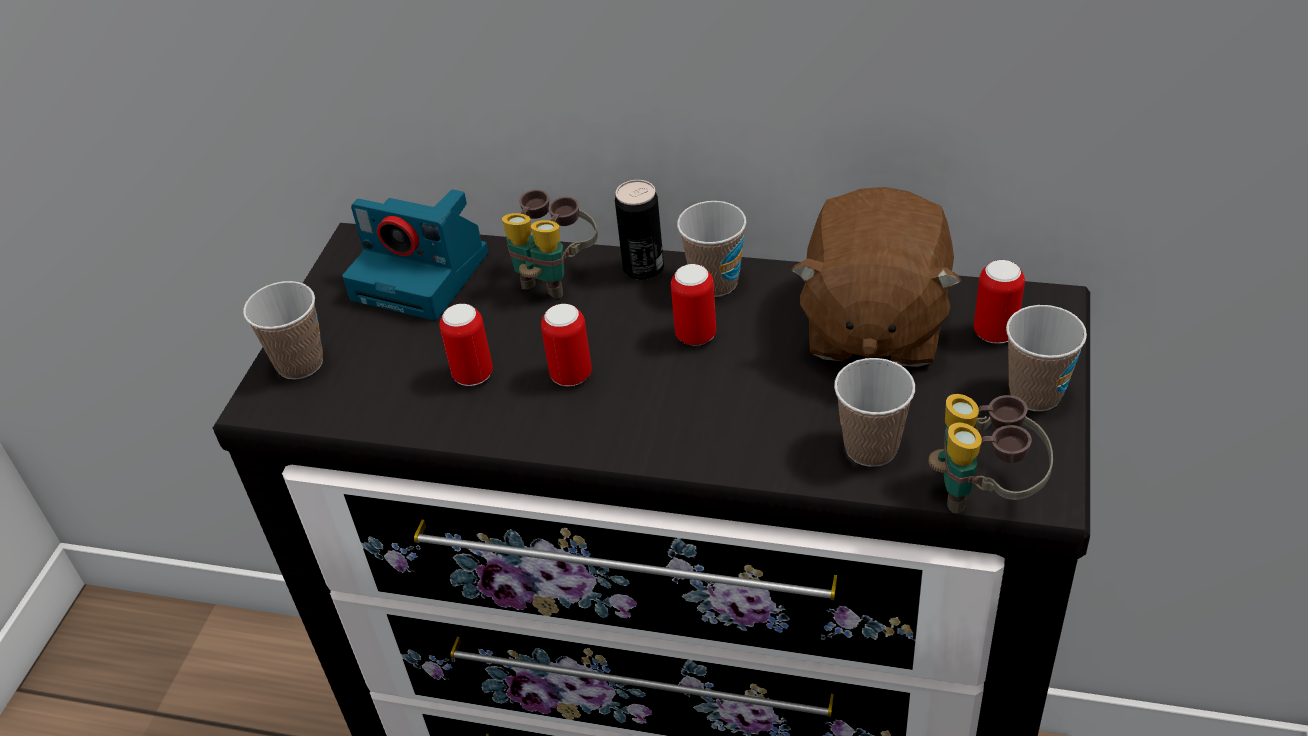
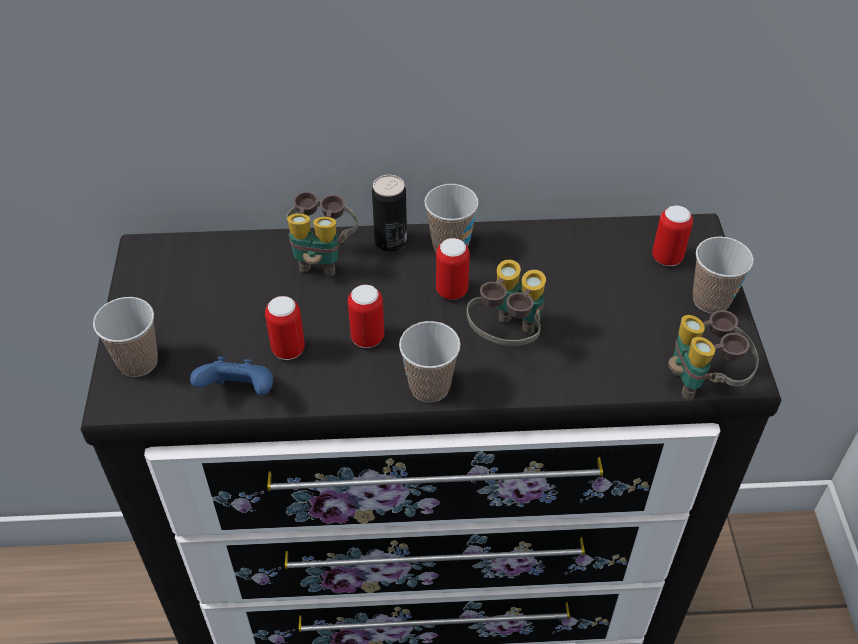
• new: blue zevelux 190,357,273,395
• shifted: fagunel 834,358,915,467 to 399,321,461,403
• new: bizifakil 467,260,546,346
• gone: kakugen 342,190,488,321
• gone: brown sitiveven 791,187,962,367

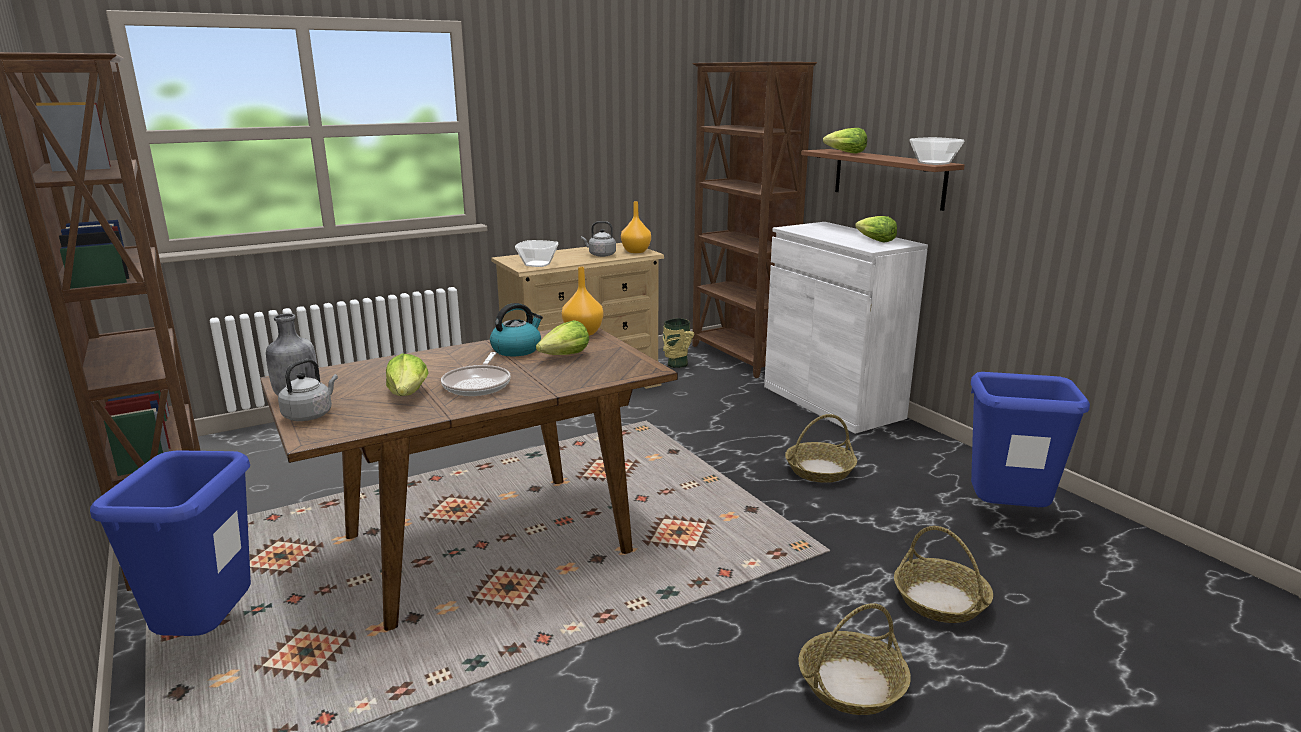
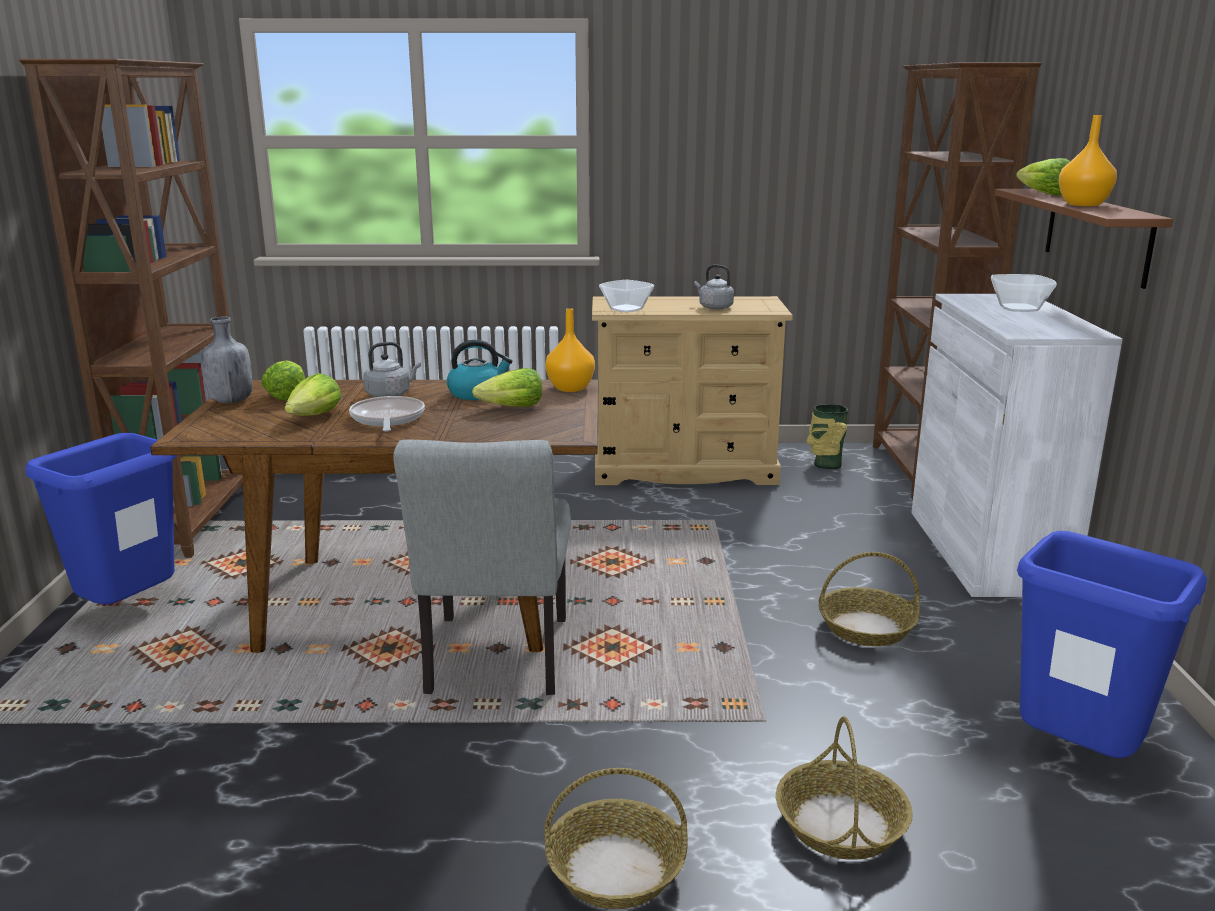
• shifted: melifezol 855,216,897,242 to 261,361,305,401
• rotated: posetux 441,352,511,396 = 349,396,425,432 135 degrees clockwise
• shifted: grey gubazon 278,359,338,421 to 363,342,421,397
• new: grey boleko 393,440,571,695
• shifted: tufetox 910,137,964,165 to 991,274,1057,312
• shifted: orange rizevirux 621,201,651,253 to 1059,115,1117,206

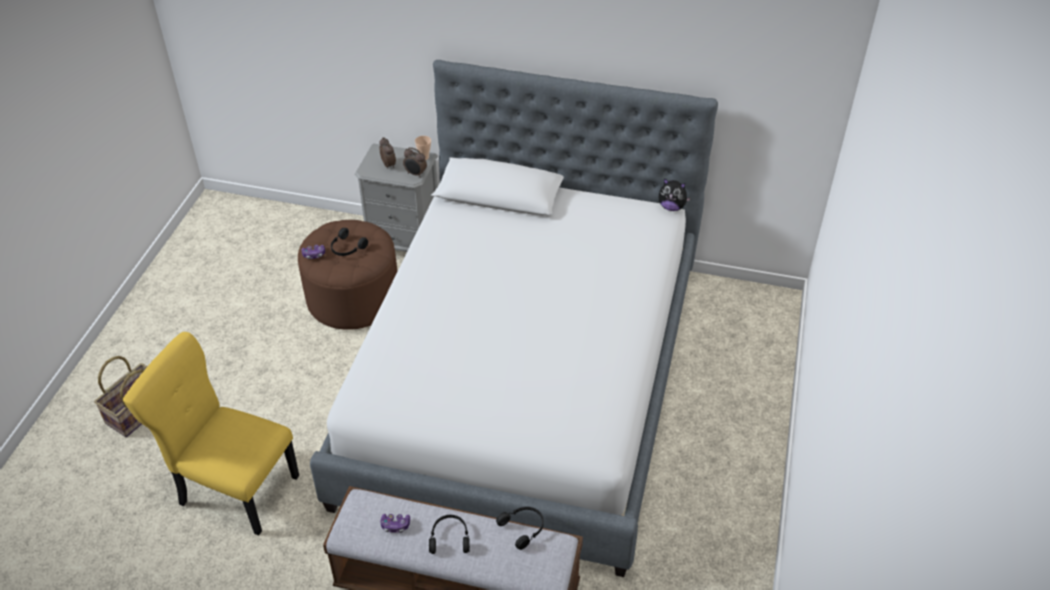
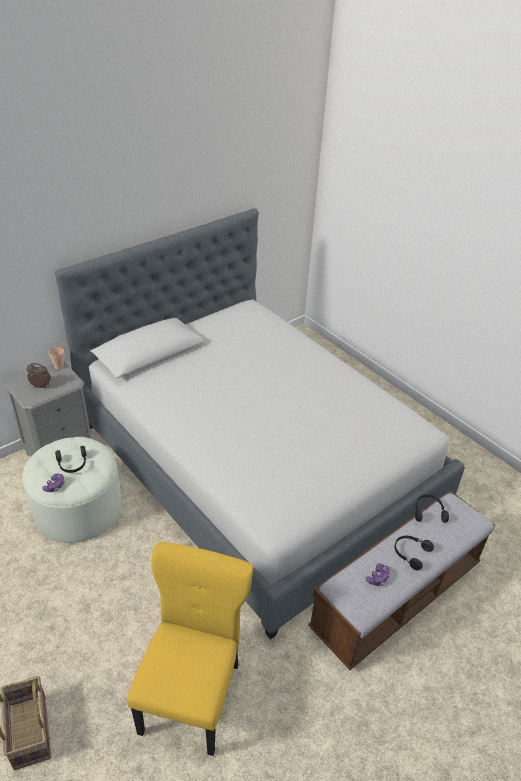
• repainted: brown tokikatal 298,220,398,330 to white tokikatal 22,437,122,543
• rotated: yellow boleko 123,332,299,536 = 128,542,253,756 135 degrees clockwise
• gone: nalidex 403,147,427,178
• gone: sitiveven 659,178,691,211

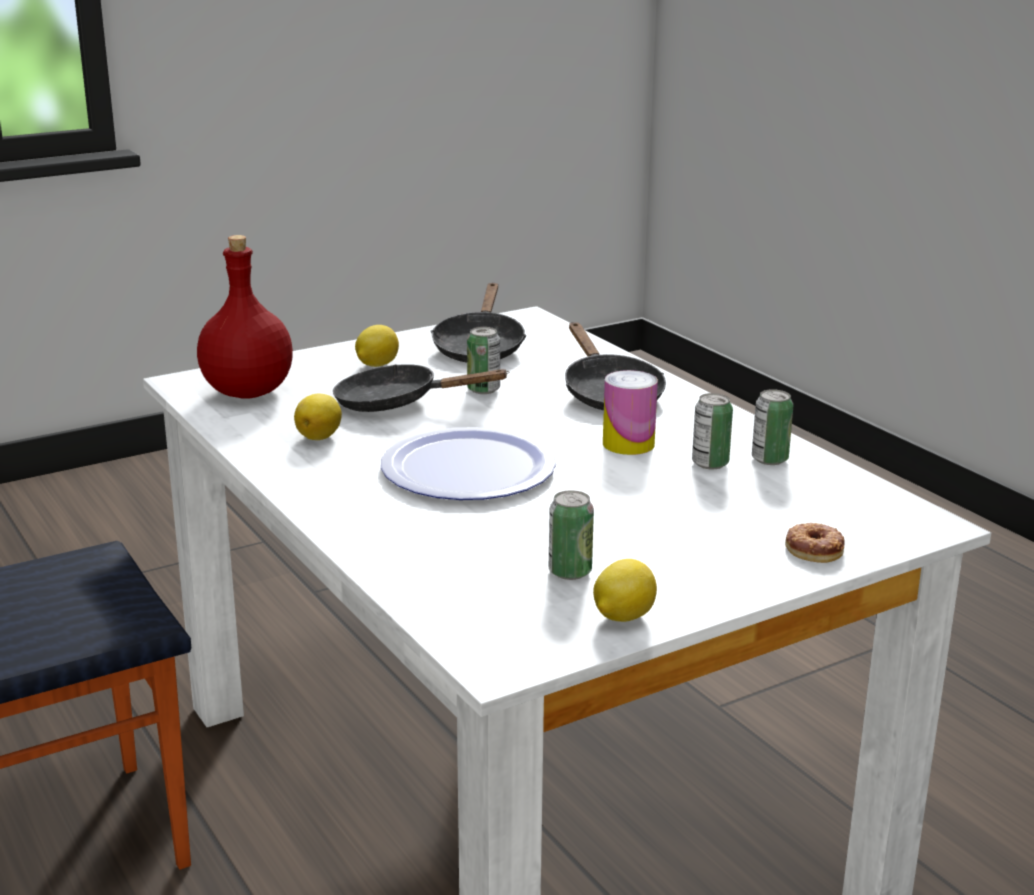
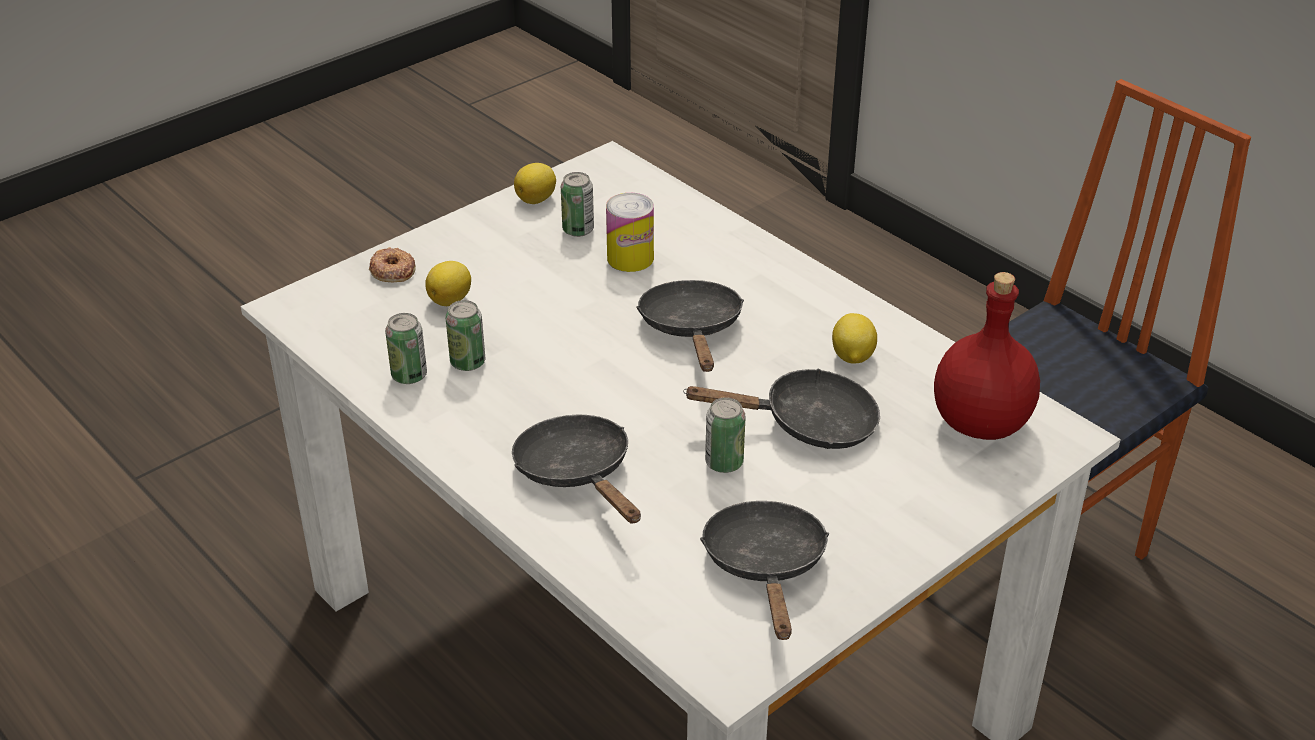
• shifted: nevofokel 355,325,399,367 to 425,261,471,306
• shifted: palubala 603,370,658,455 to 606,193,654,272
• swapped: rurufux 381,427,556,500 to black posetux 636,280,744,372

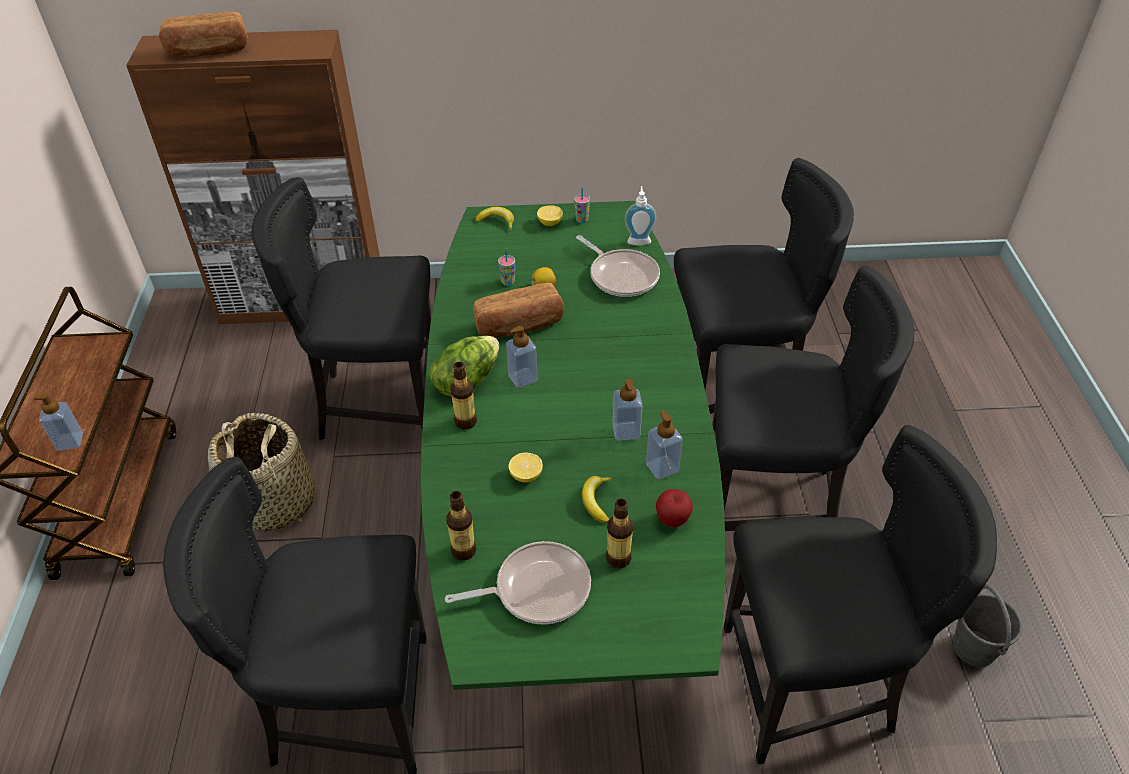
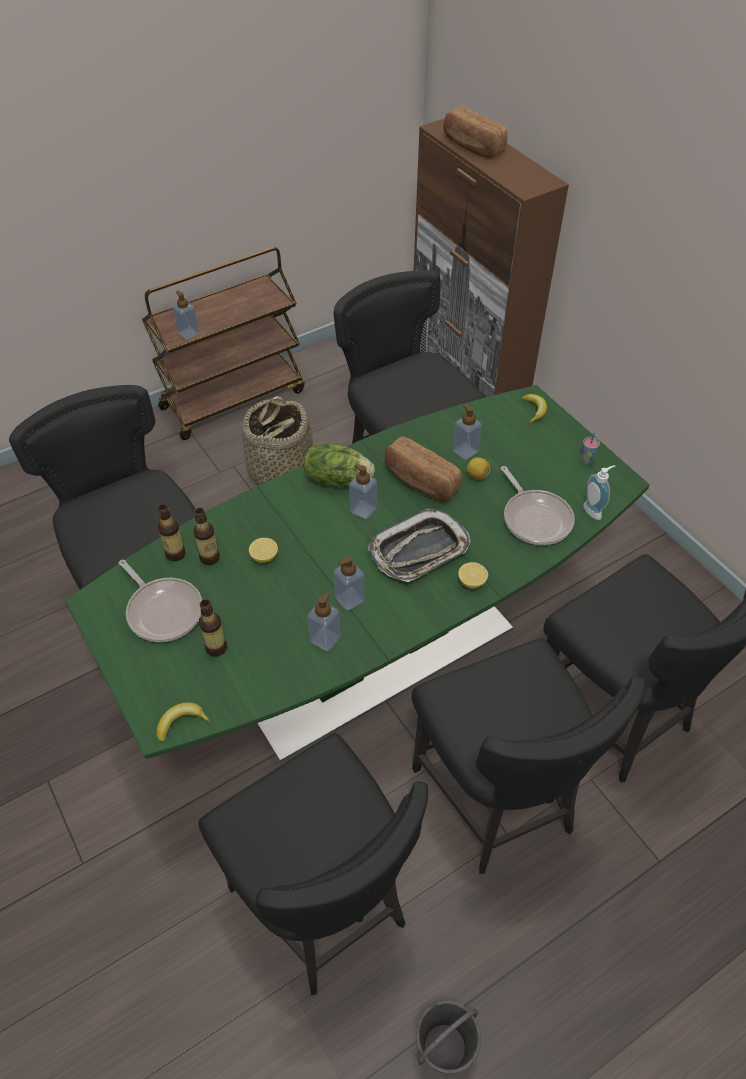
• shifted: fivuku 582,476,612,523 to 157,702,211,742
• shifted: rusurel 450,362,477,430 to 193,508,220,565
• new: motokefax 368,509,471,582
• swapped: fagunel 498,249,515,286 to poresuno 452,404,482,460
• shifted: nevofokel 537,205,563,226 to 458,562,488,589
• rotated: posetux 576,235,660,297 = 501,466,575,545 45 degrees counterclockwise
• gone: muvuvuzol 656,489,693,528

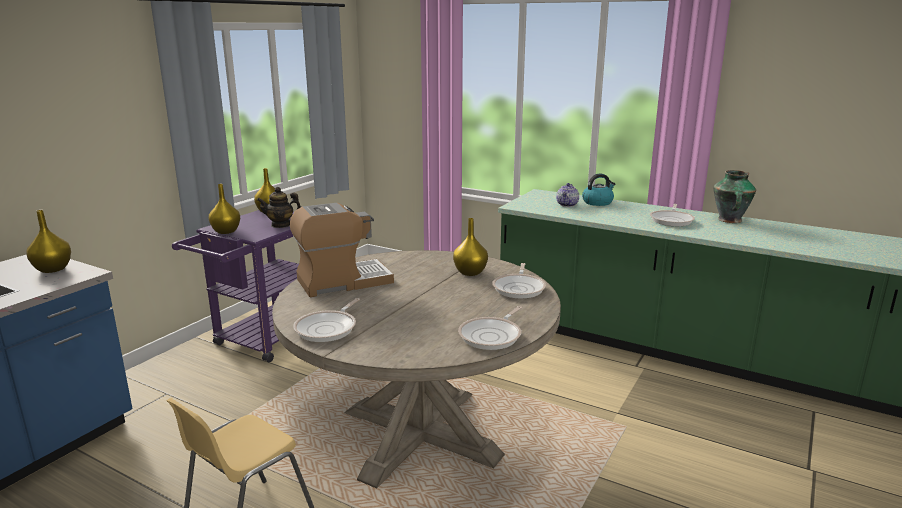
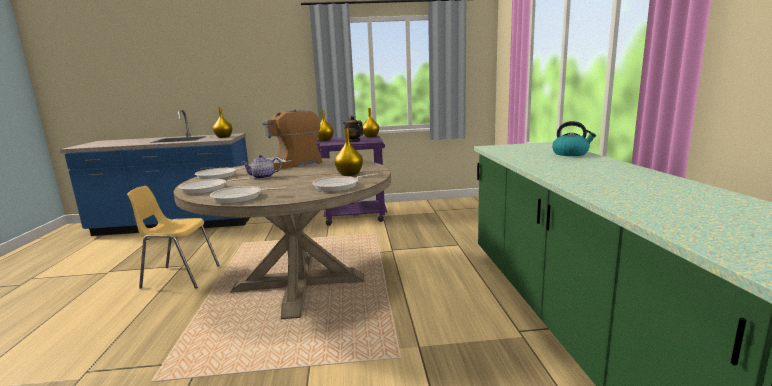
• shifted: posetux 650,204,695,226 to 178,178,250,194
• shifted: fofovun 556,183,579,207 to 241,155,282,179
• rotated: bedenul 290,203,394,297 = 262,109,322,170 120 degrees clockwise
• gone: rizevirux 713,170,756,223

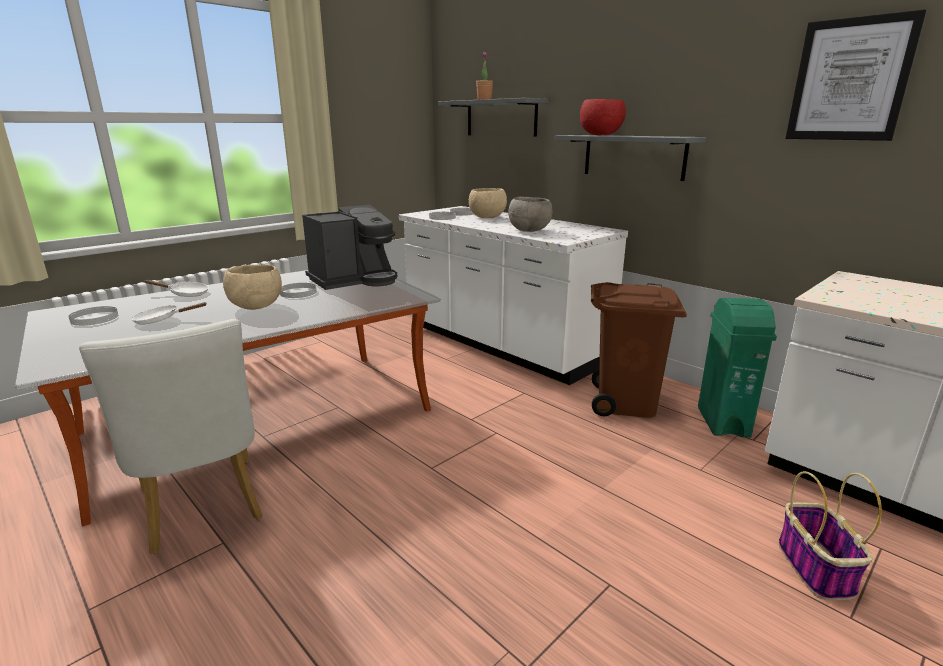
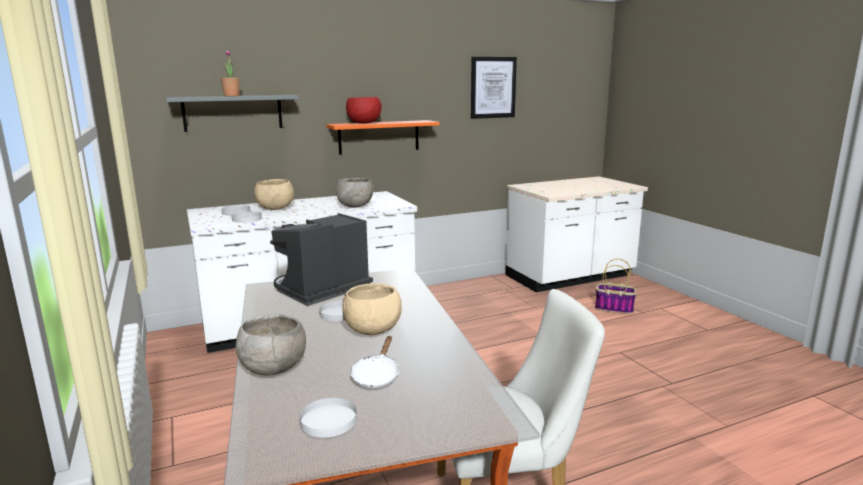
• swapped: white posetux 145,280,209,297 to grey tufetox 236,314,306,376
• rotated: bedenul 302,205,397,290 = 270,213,373,306 120 degrees counterclockwise
• repainted: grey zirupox 554,135,706,181 to orange zirupox 326,120,440,155
• gone: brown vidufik 591,282,687,418
• gone: green vidufik 698,298,777,438

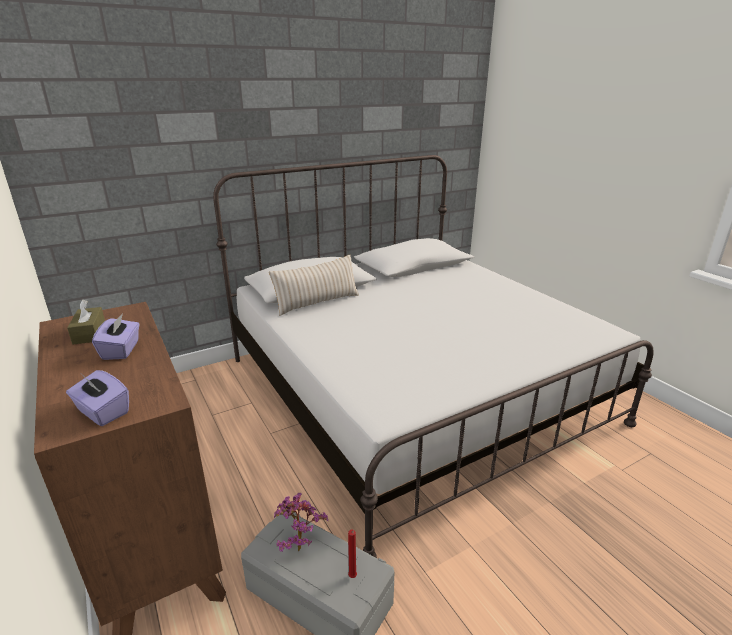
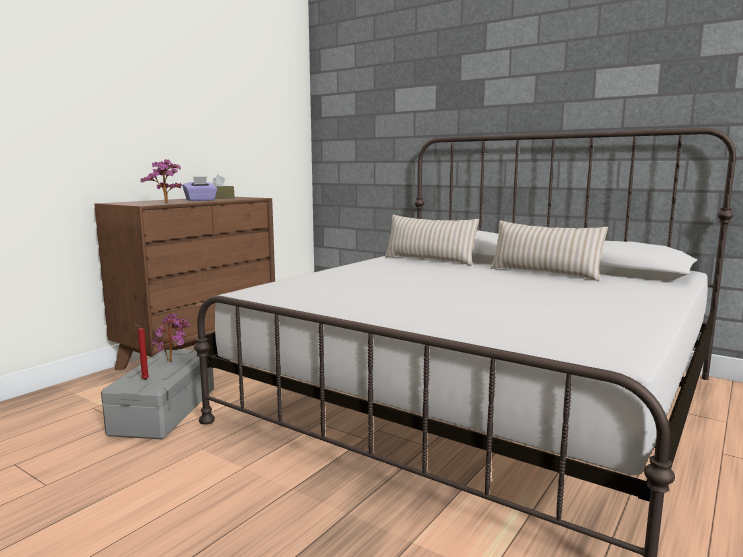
• new: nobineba 141,159,182,203
• new: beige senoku 490,220,608,281
• gone: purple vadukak 66,370,129,426

